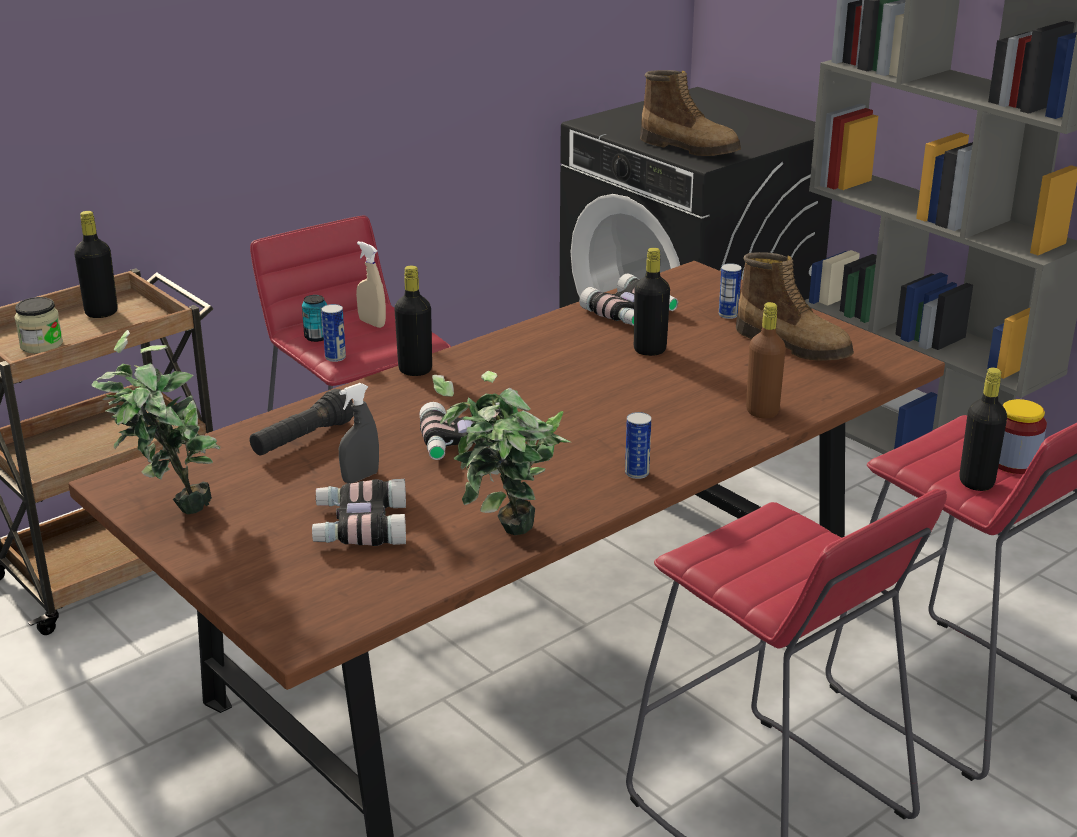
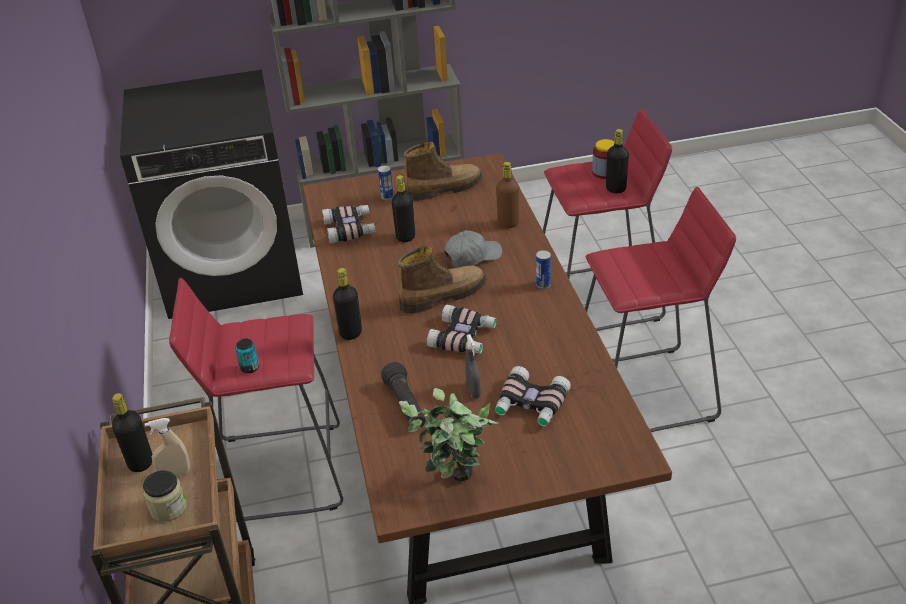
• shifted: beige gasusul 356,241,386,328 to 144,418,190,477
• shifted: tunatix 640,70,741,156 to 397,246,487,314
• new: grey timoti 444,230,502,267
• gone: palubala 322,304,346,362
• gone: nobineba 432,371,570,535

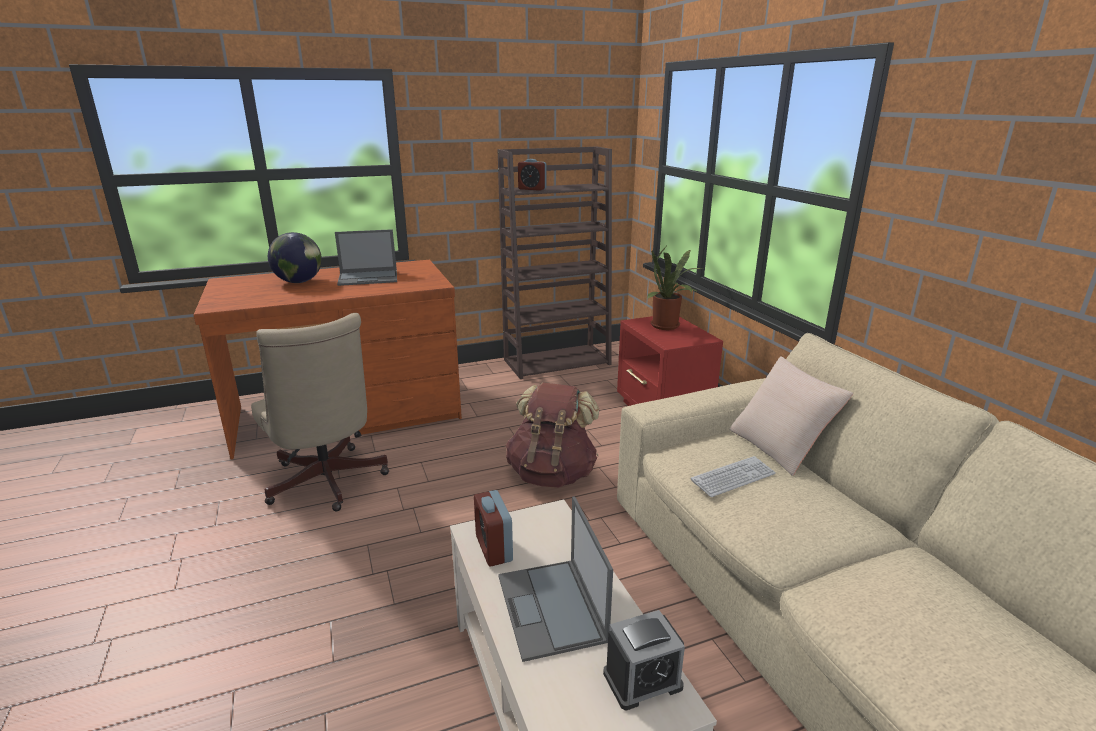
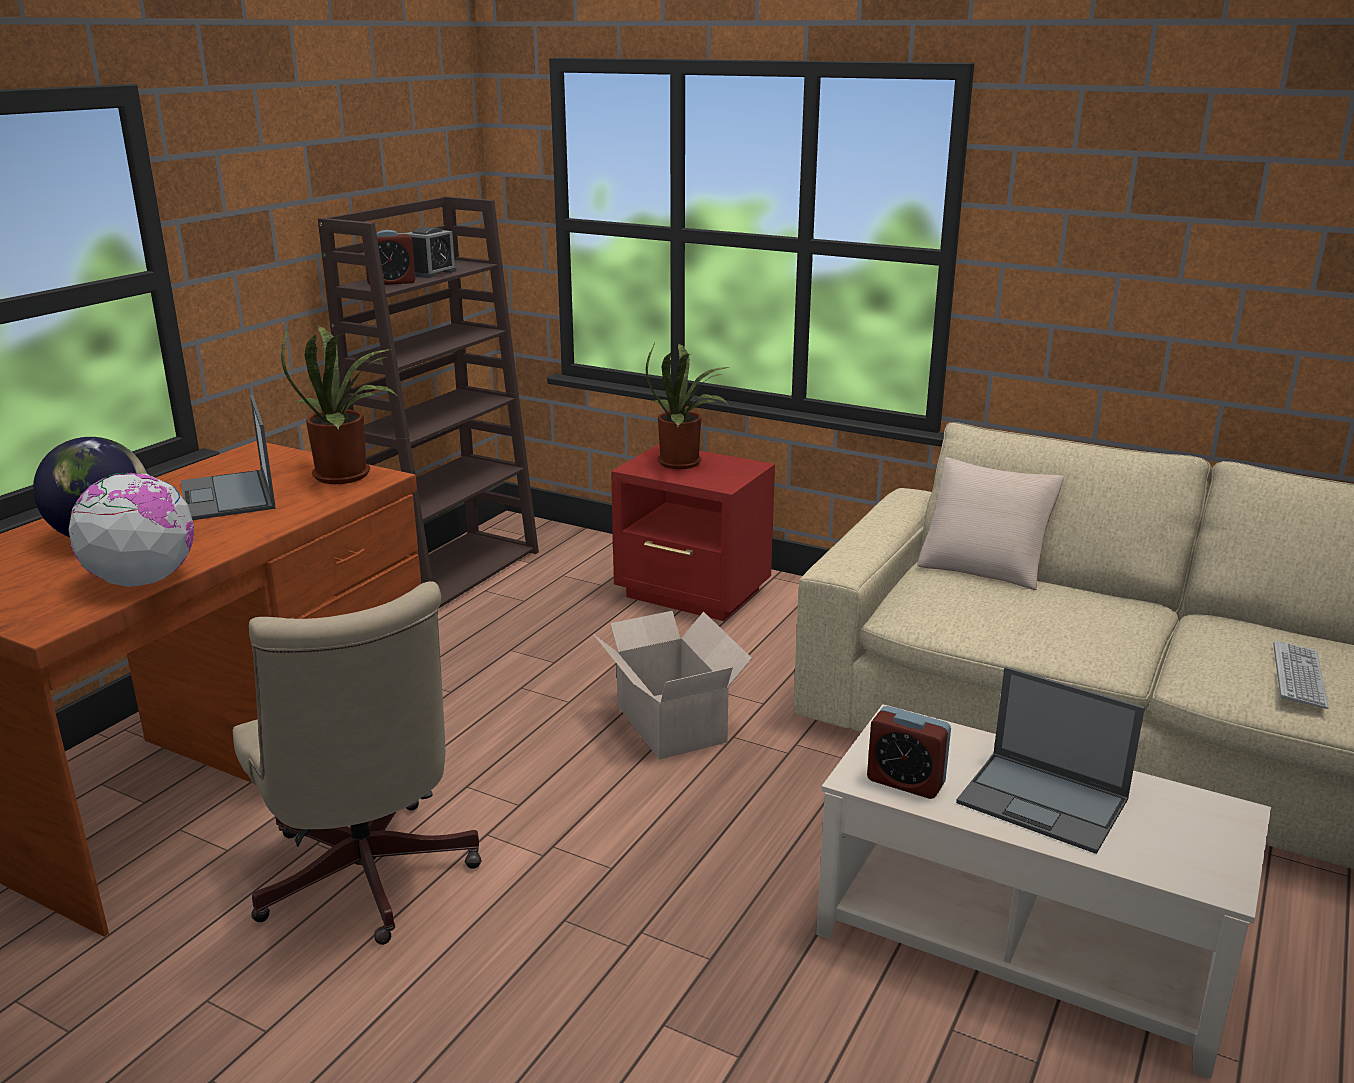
• new: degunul 68,472,195,587
• rotated: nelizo 335,229,397,286 = 181,395,276,520 120 degrees clockwise
• rotated: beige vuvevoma 251,313,389,511 = 233,581,482,945 45 degrees clockwise
• new: nobineba 281,324,396,484
• shifted: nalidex 603,610,685,710 to 408,227,457,278
• swapped: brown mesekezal 506,383,599,488 to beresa 593,611,752,760
• shifted: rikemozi 691,456,776,497 to 1273,641,1329,709

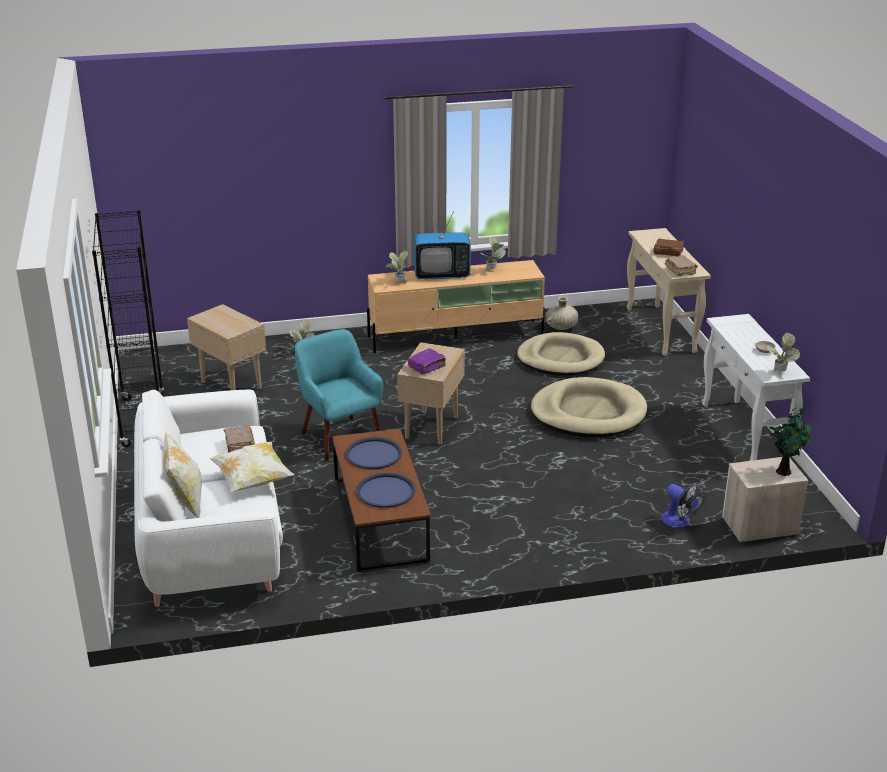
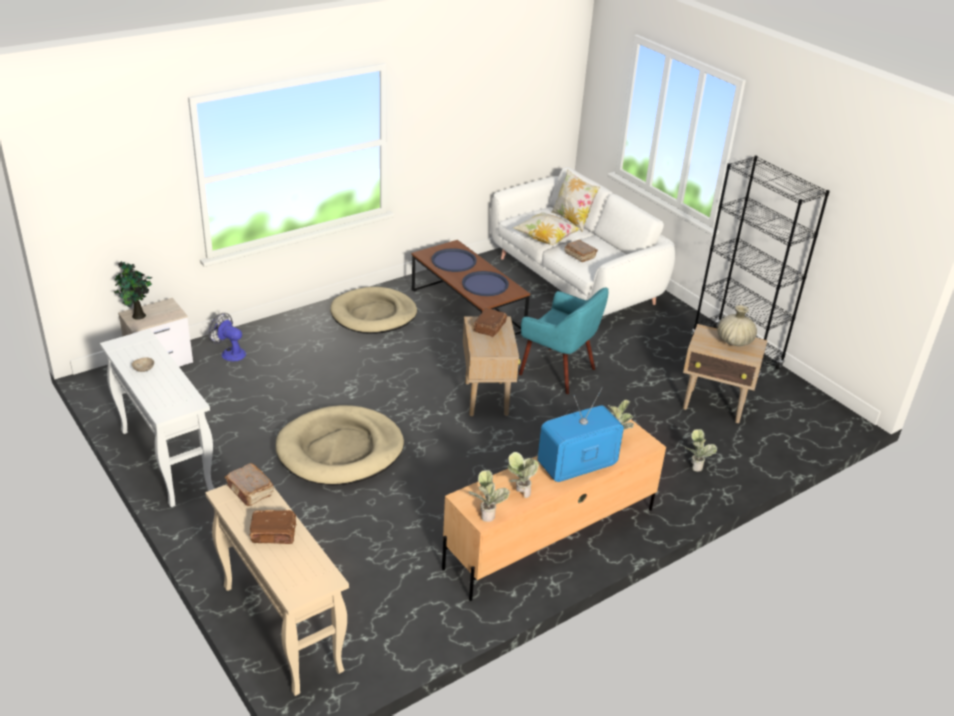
• shifted: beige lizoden 517,332,605,376 to 330,287,417,334
• shifted: nobineba 766,333,800,371 to 468,470,510,522
• repainted: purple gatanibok 408,348,446,374 to brown gatanibok 473,308,507,337
• shifted: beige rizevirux 546,296,578,330 to 717,305,757,346

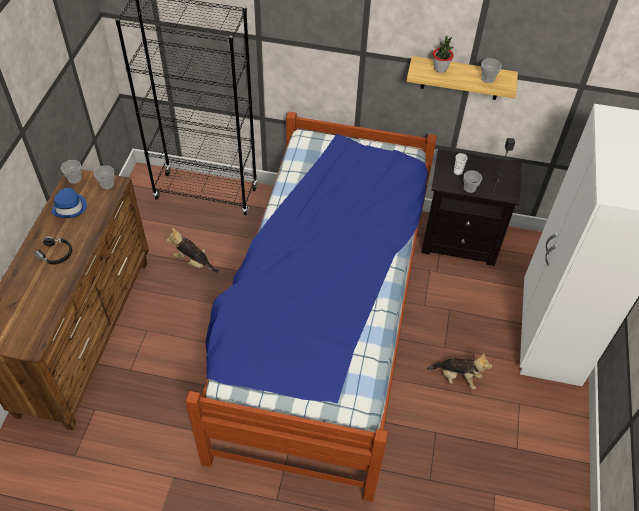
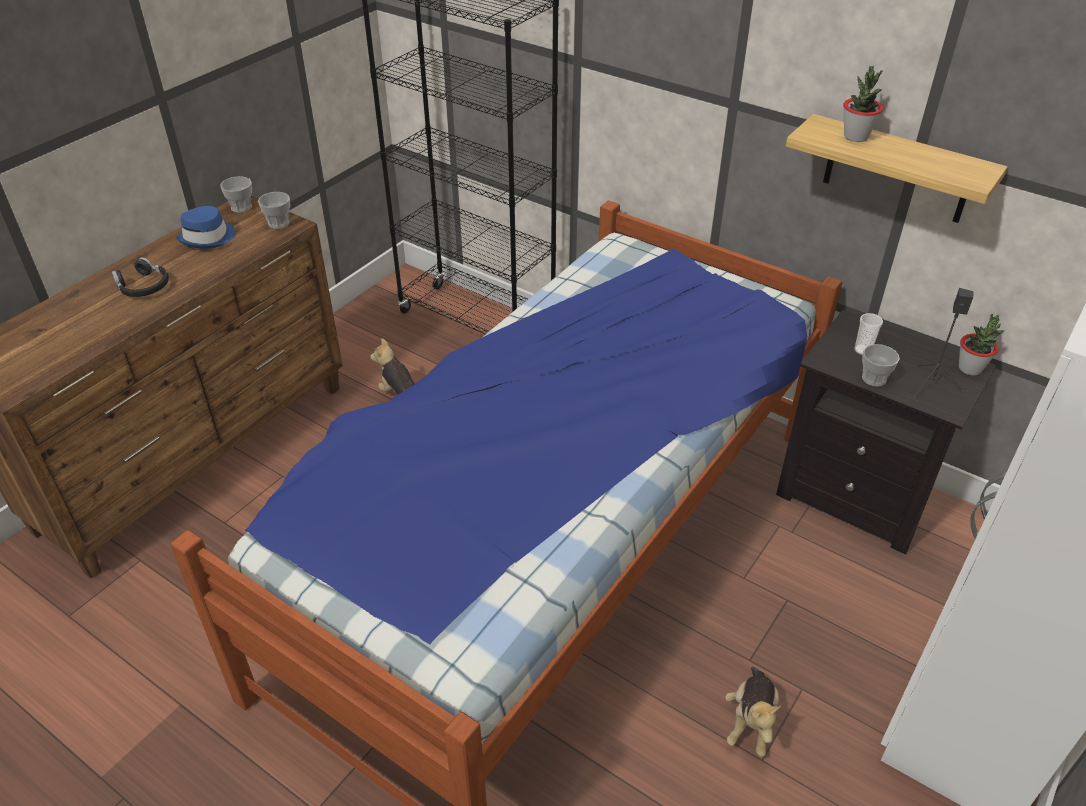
• rotated: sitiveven 427,353,492,389 = 725,667,781,757 60 degrees clockwise
• new: nobineba 959,314,1004,375
• gone: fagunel 481,58,502,83

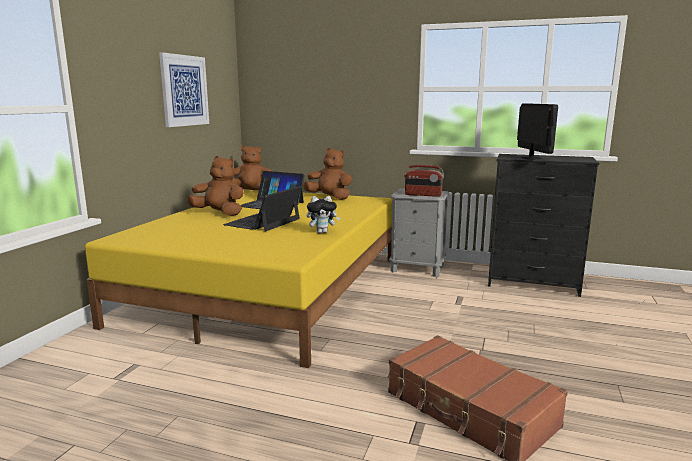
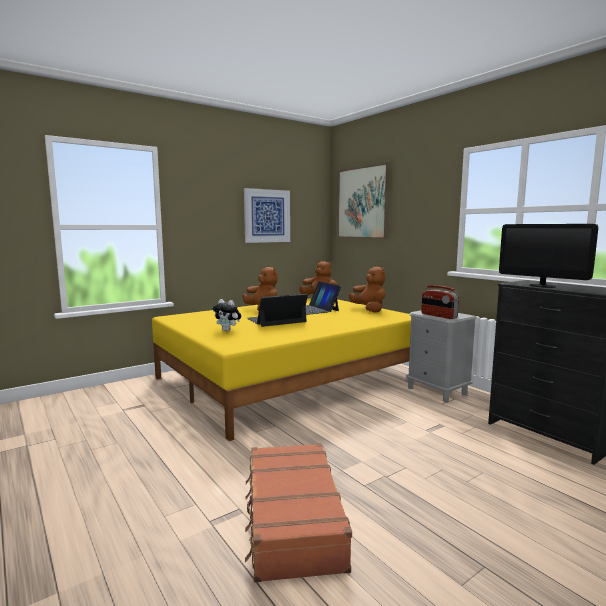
• shifted: sitiveven 306,196,341,233 to 213,299,241,331
• new: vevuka 337,162,390,239
• rotated: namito 517,103,558,160 = 499,224,598,288 105 degrees clockwise

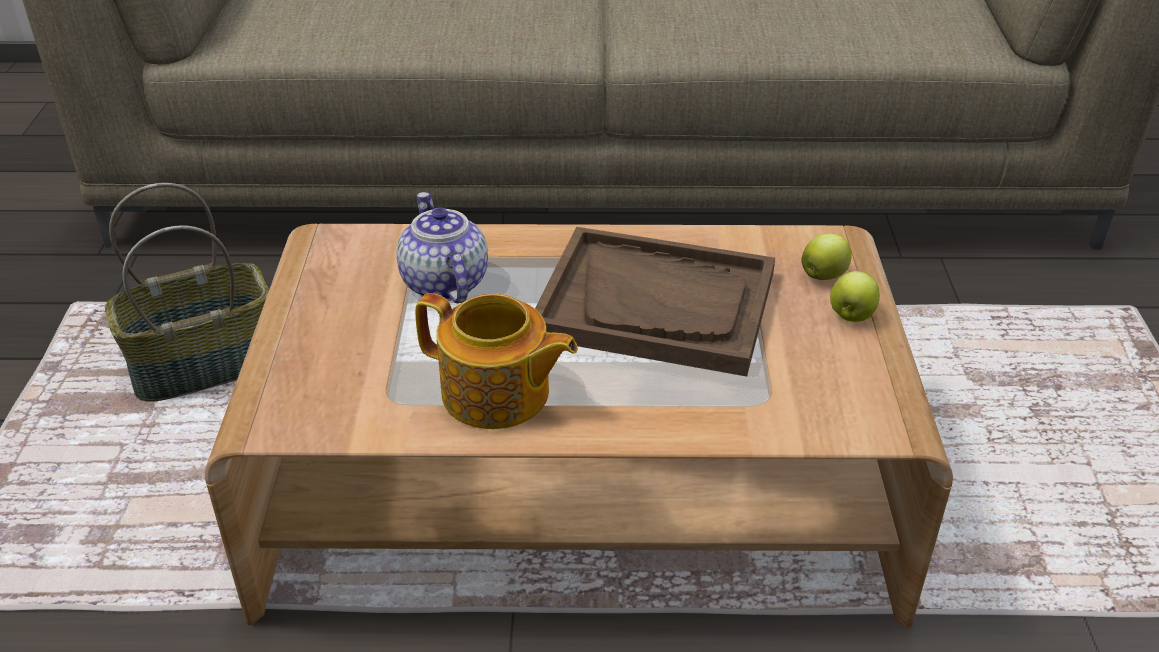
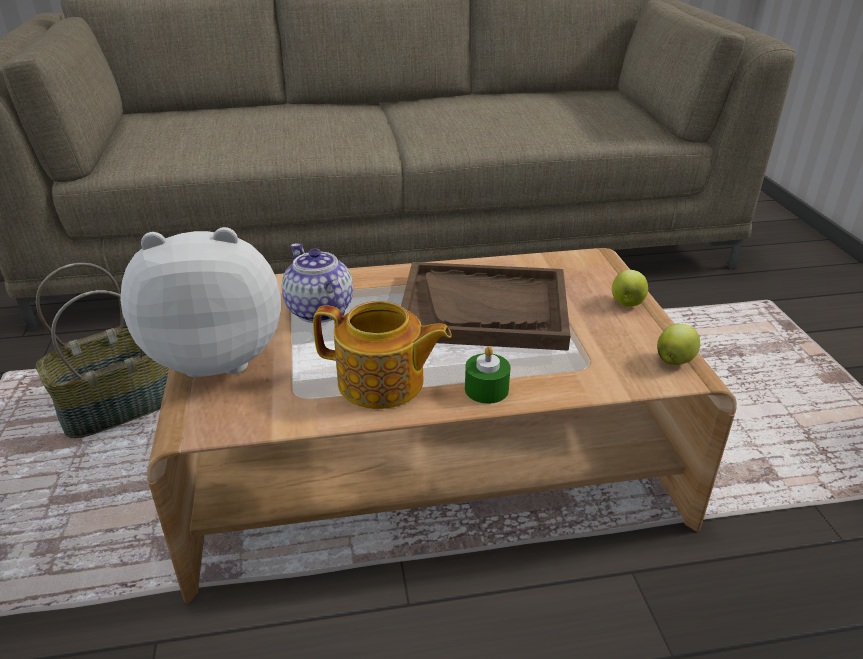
• new: sitiveven 120,227,281,377
• new: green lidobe 465,346,510,404
• shifted: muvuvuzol 801,233,852,280 to 657,324,700,365

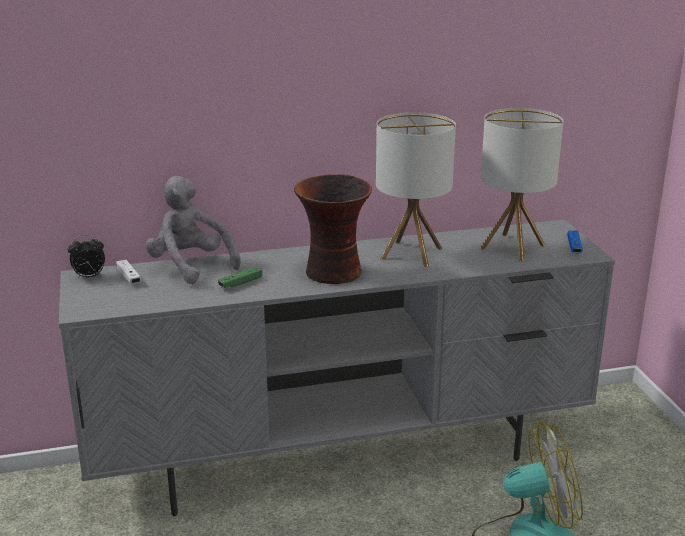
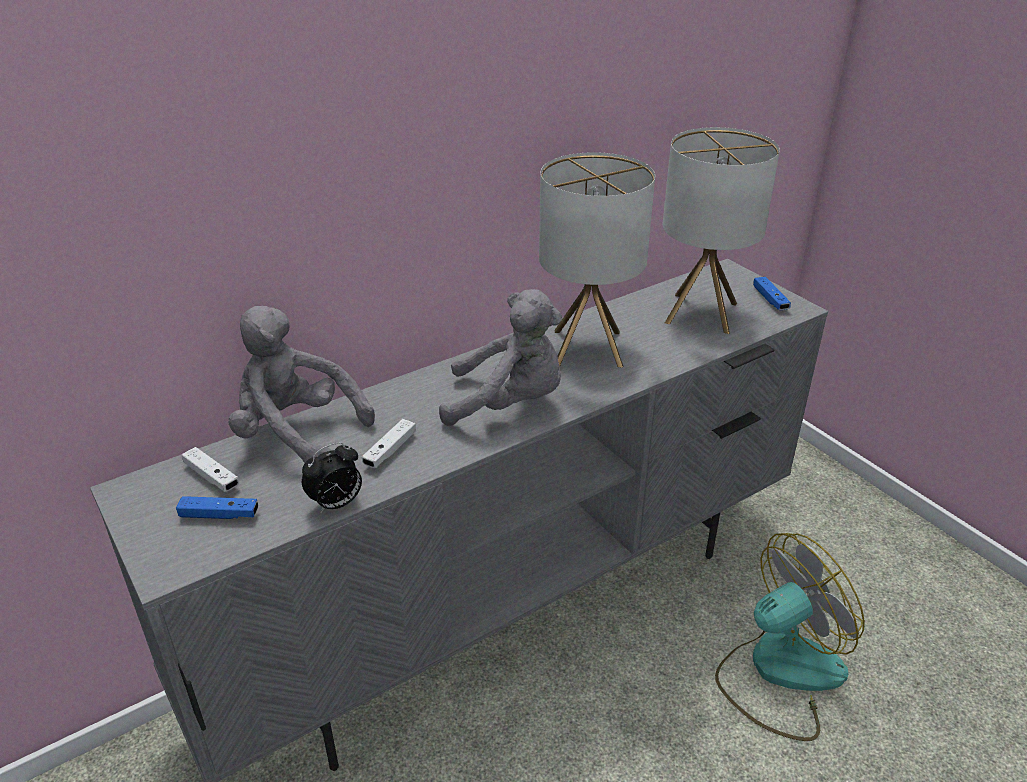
• new: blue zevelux 176,496,258,519
• shifted: nalidex 67,235,105,279 to 302,442,362,513
• repainted: green zevelux 218,266,262,288 to white zevelux 362,419,416,468
• swapped: rizevirux 294,174,372,284 to grey sitiveven 439,289,562,426

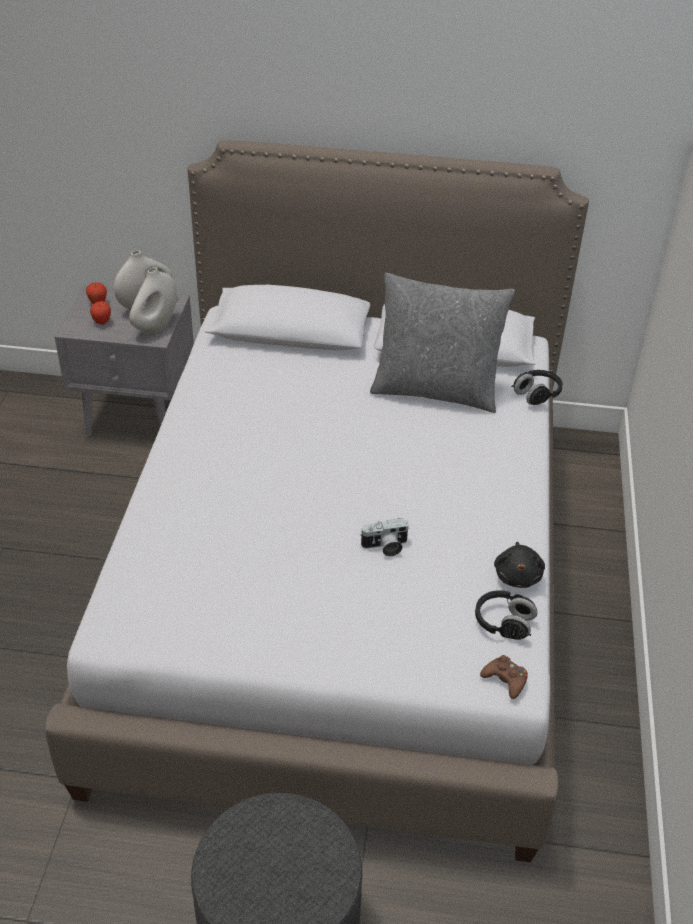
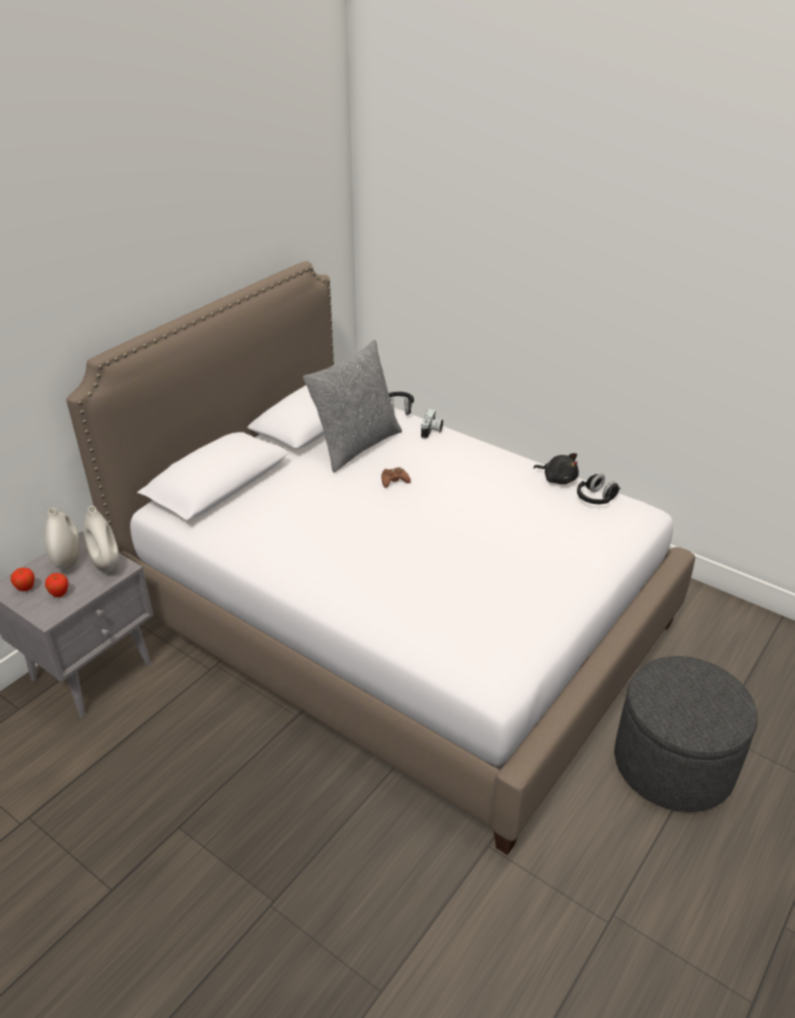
• shifted: brown zevelux 480,655,528,699 to 381,467,411,488
• shifted: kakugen 360,518,409,556 to 421,409,443,439

